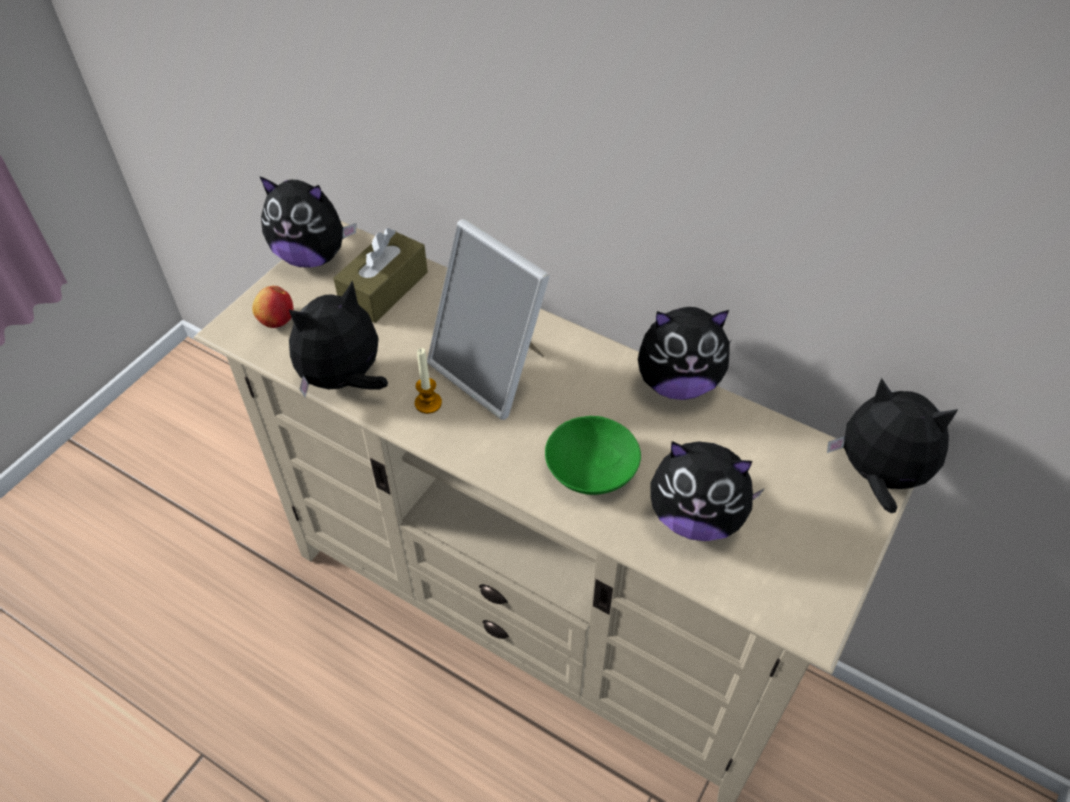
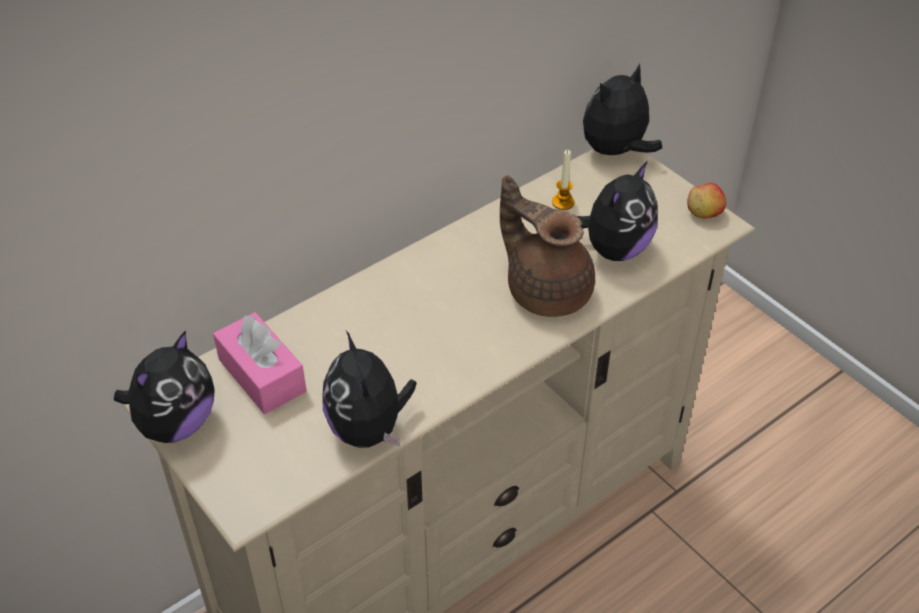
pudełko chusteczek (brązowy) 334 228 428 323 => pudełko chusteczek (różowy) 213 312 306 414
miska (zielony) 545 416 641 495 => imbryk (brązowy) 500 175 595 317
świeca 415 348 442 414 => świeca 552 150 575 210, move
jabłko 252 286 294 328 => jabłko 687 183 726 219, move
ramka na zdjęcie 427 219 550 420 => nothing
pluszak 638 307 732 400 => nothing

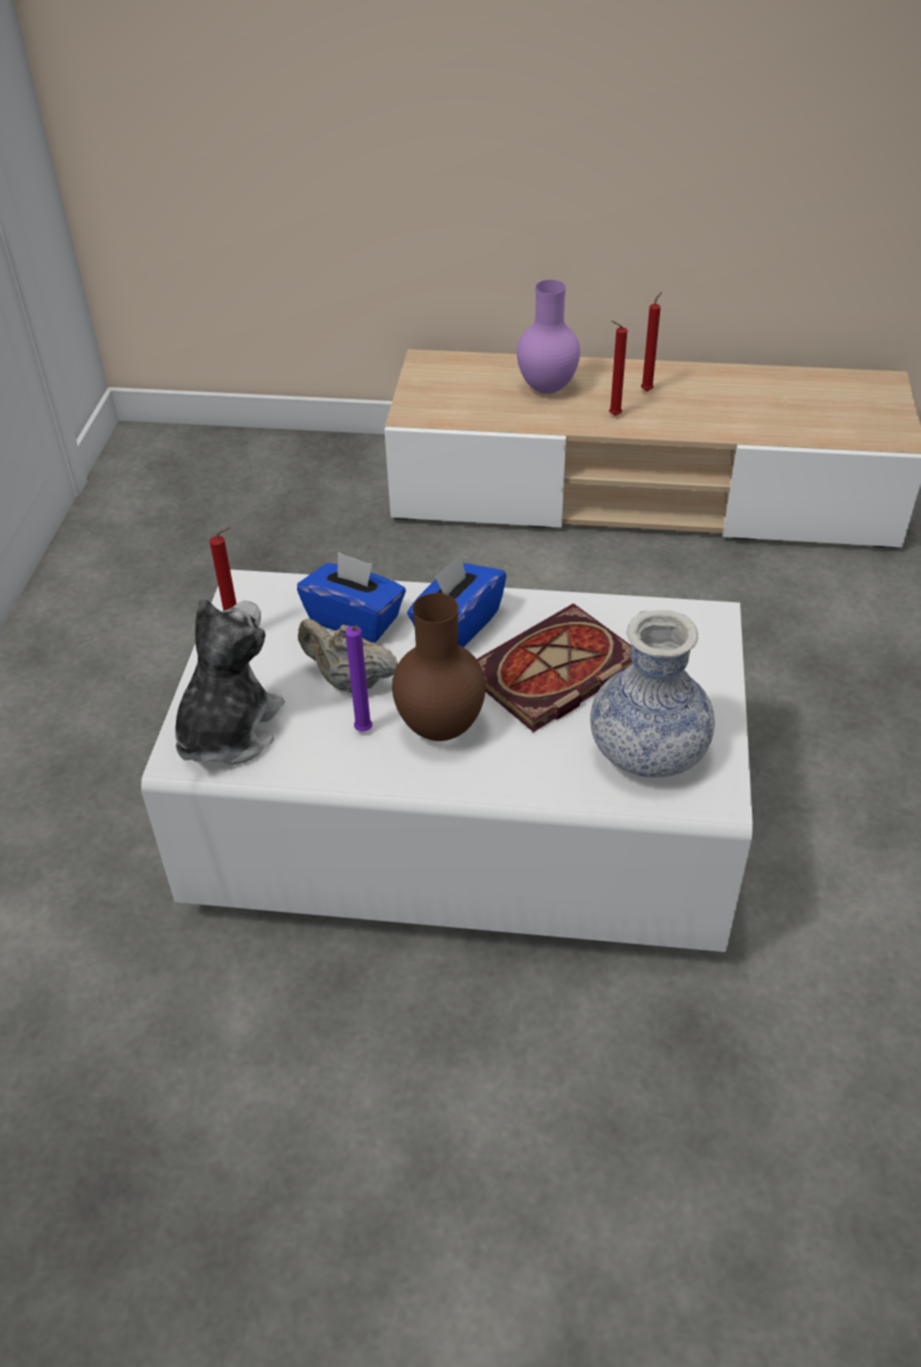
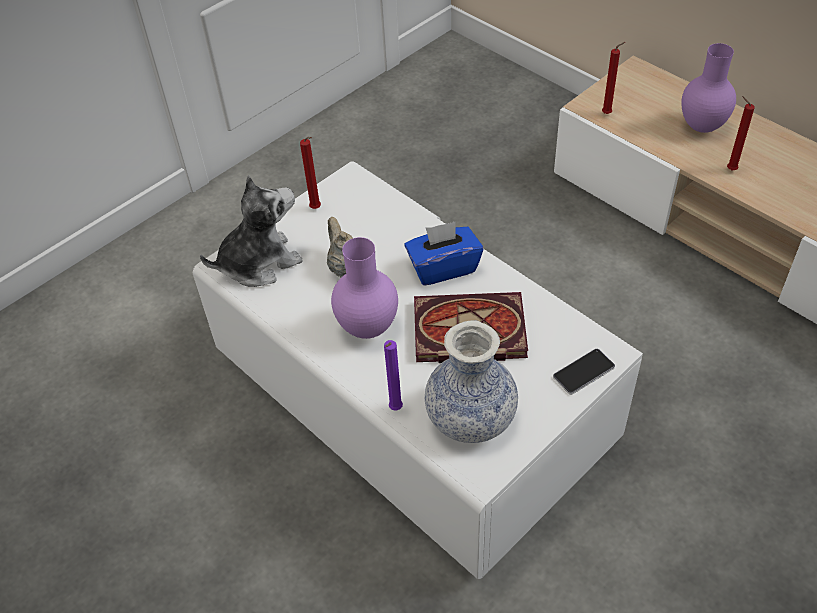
wazon (brązowy) 392 593 486 741 => wazon (fioletowy) 331 237 398 339
świeca (fioletowy) 345 626 372 732 => świeca (fioletowy) 384 340 403 411, move
nothing => telefon 553 349 615 394
świeca (czerwony) 641 292 662 391 => świeca (czerwony) 602 42 625 114, move
pudełko chusteczek (niebieski) 297 551 406 643 => nothing

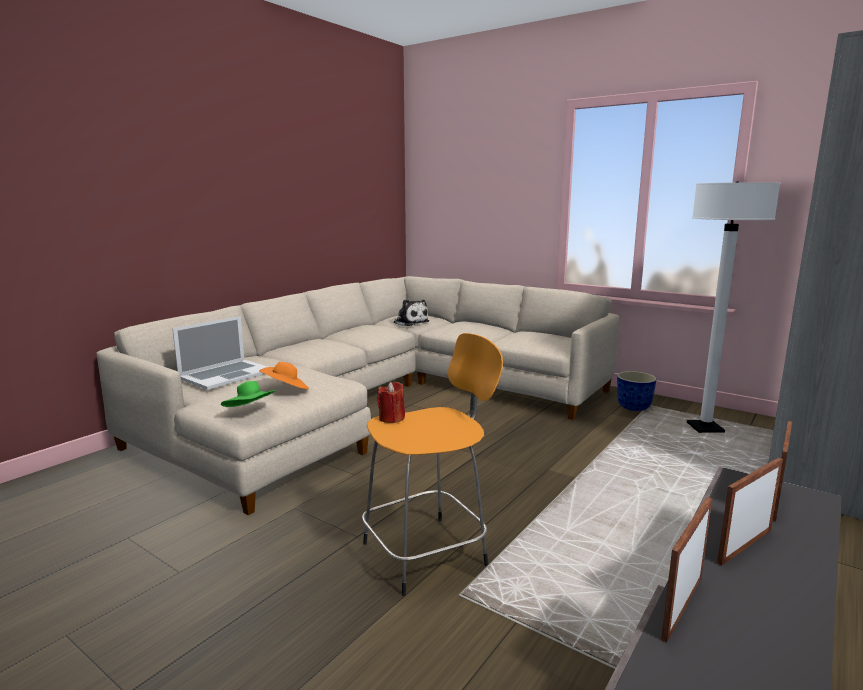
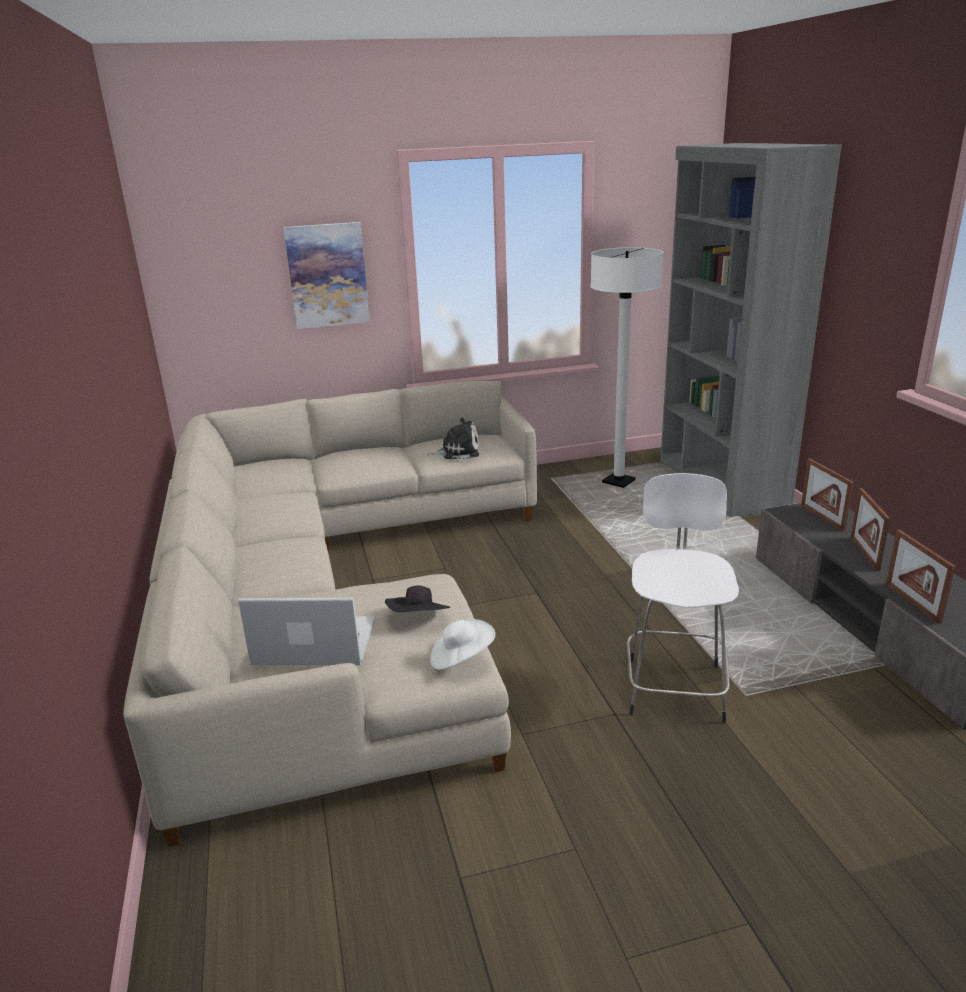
laptop 172 316 267 390 => laptop 238 598 375 665, 75 degrees counterclockwise
nothing => obraz 283 222 370 329
kapelusz (pomarańczowy) 259 362 309 389 => kapelusz (czarny) 385 585 450 612
pluszak 393 300 429 326 => pluszak 427 418 479 460, move
kapelusz (zielony) 221 381 276 407 => kapelusz (biały) 430 619 495 670
stołek (pomarańczowy) 362 333 503 596 => stołek (biały) 627 473 739 723
świeca (czerwony) 377 382 405 423 => nothing
donica 617 371 657 411 => nothing

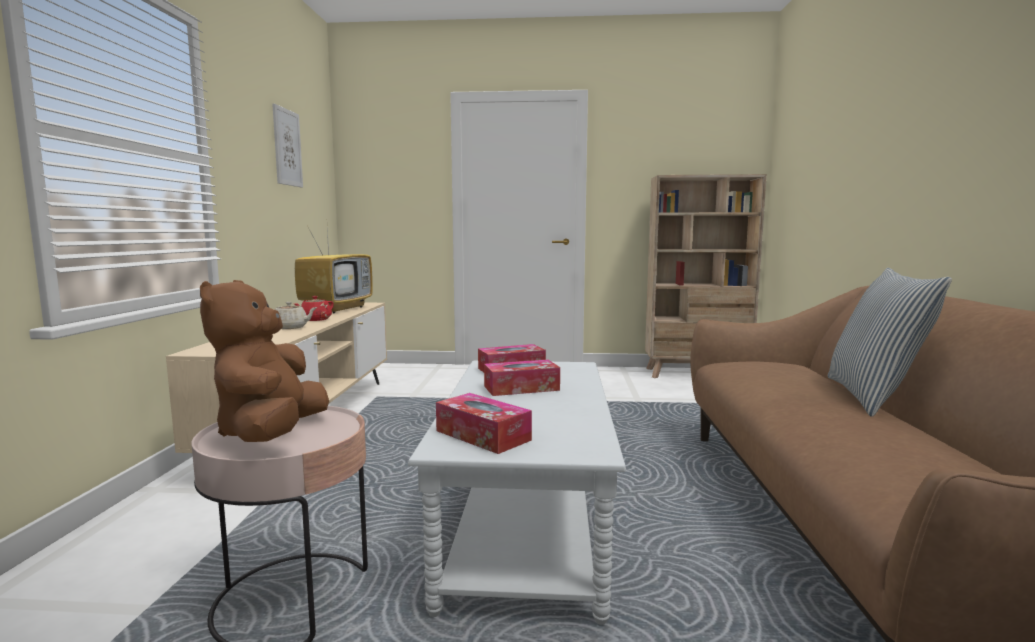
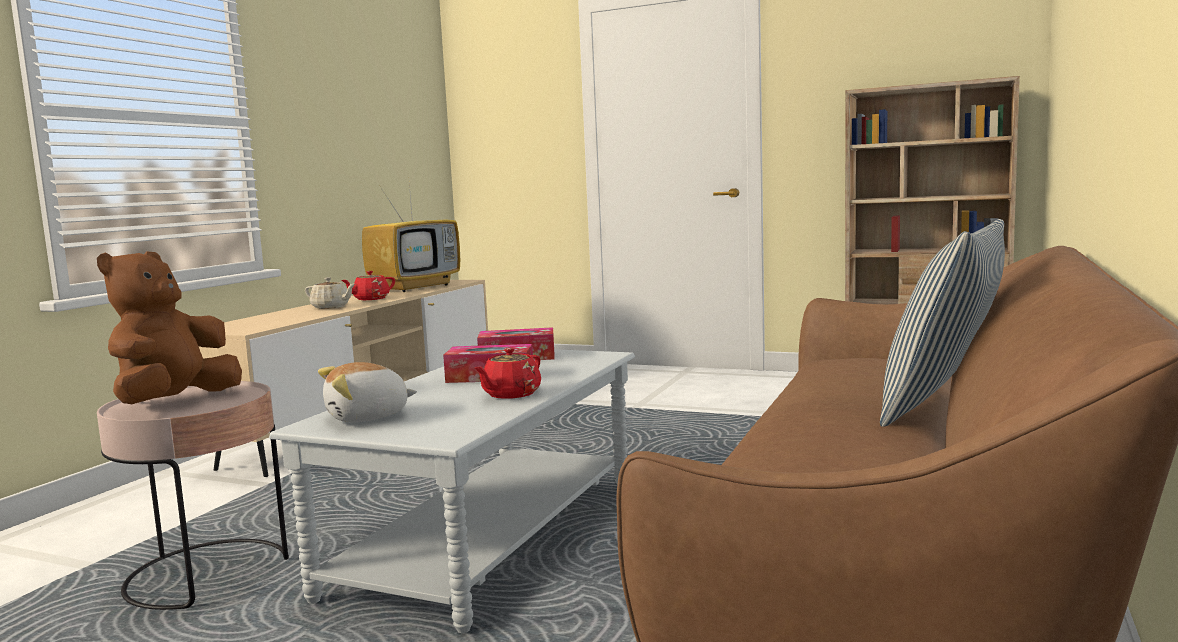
pudełko chusteczek 436 393 532 454 => pluszak 318 362 417 422
nothing => imbryk (czerwony) 474 348 541 399
obraz 272 104 303 187 => nothing

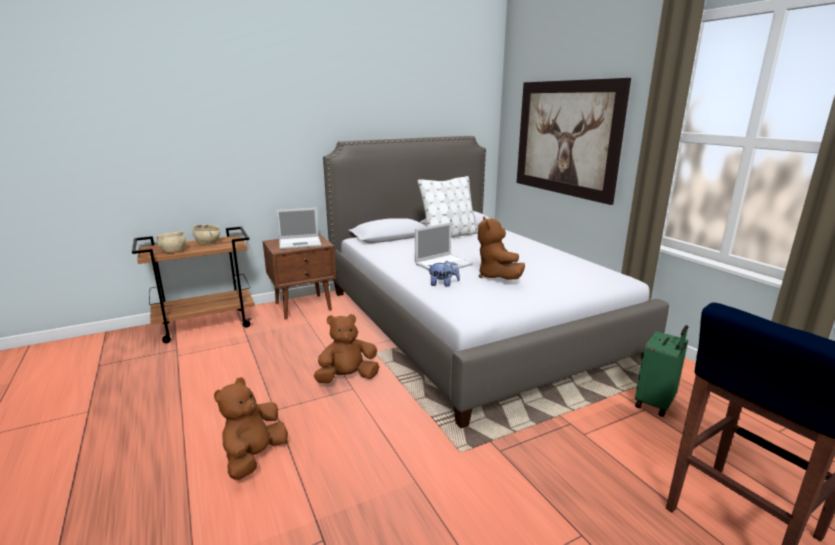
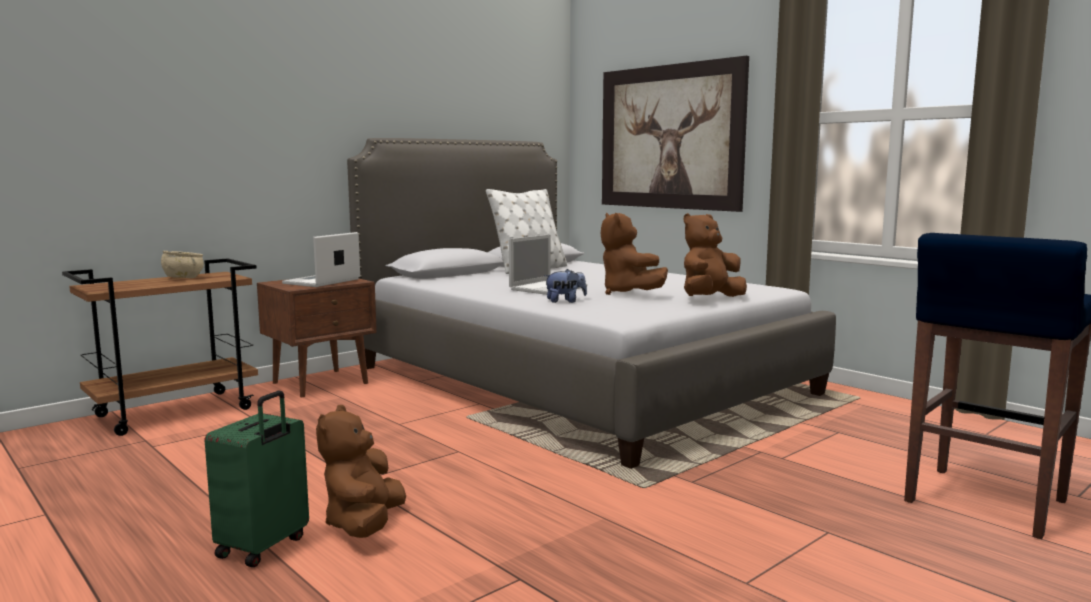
walizka (zielony) 635 325 688 417 => walizka (zielony) 204 391 309 567, move
laptop 276 208 321 249 => laptop 282 232 360 287, 150 degrees clockwise
pluszak (brązowy) 313 314 379 383 => pluszak (brązowy) 684 213 747 297, move
miska (beżowy) 156 231 186 252 => nothing

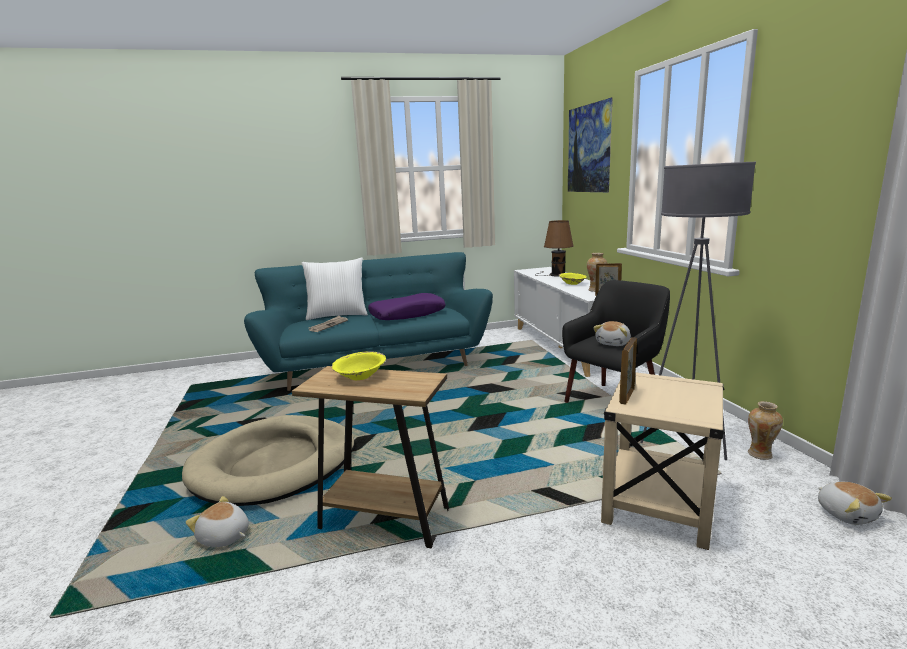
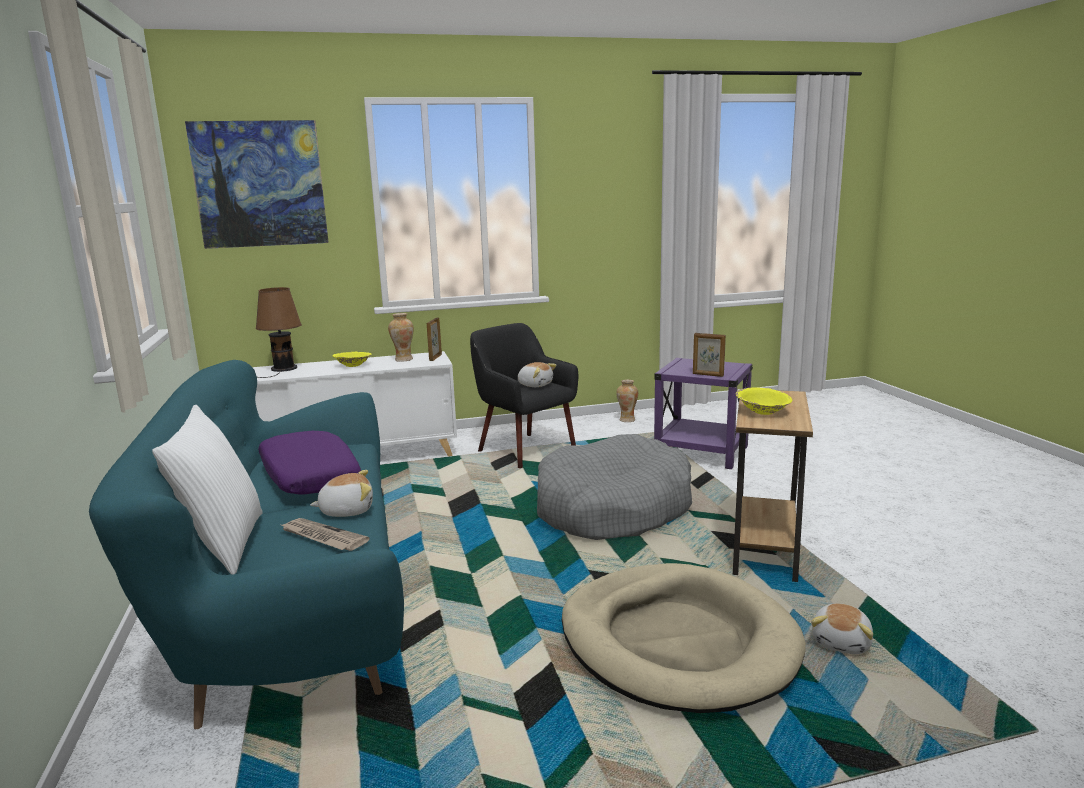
pluszak 818 482 892 525 => pluszak 310 470 373 517, move
nothing => legowisko (szary) 537 434 692 540
stolik (beżowy) 601 372 725 550 => stolik (fioletowy) 654 358 753 469
lampa stojąca (szary) 640 162 756 460 => nothing

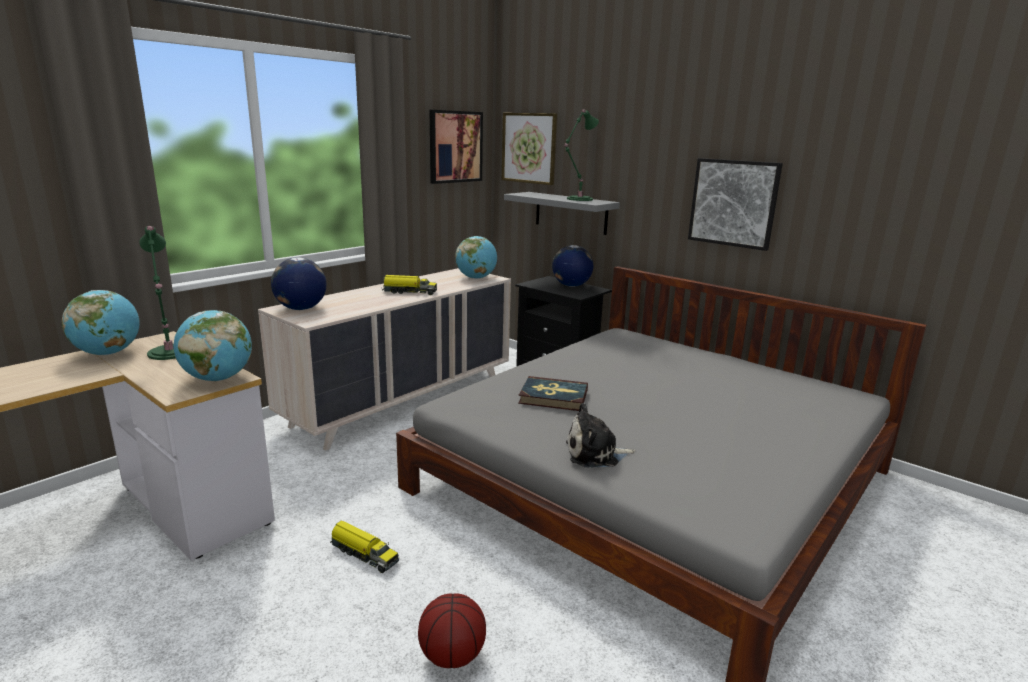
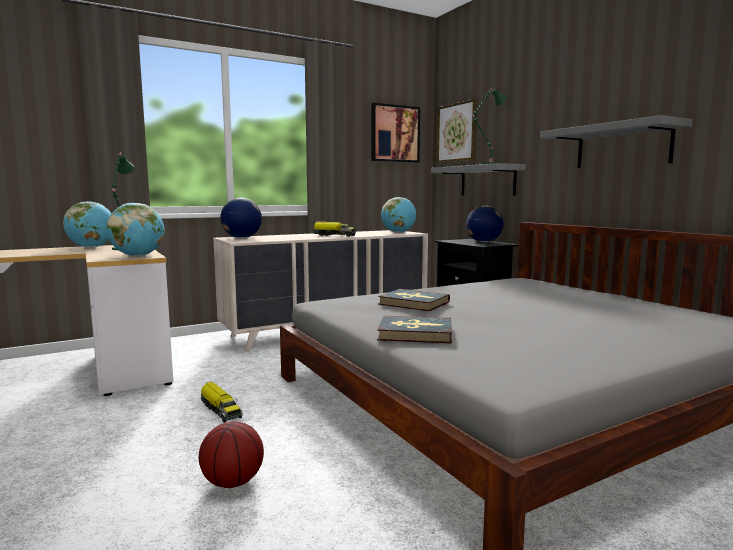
pluszak 566 403 636 468 => książka 377 316 452 343
obraz 688 158 783 251 => półka (szary) 540 115 692 168

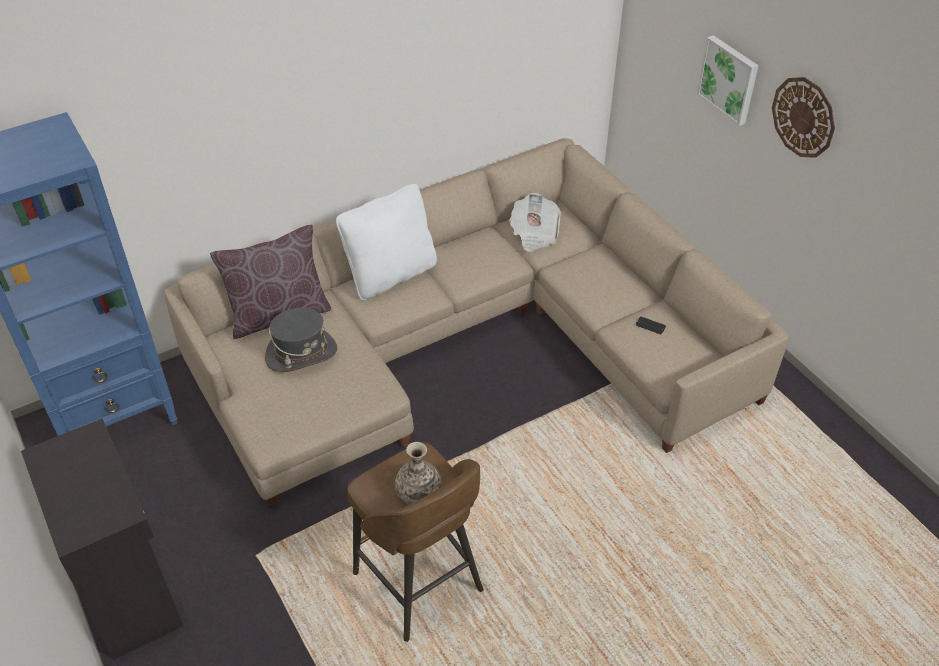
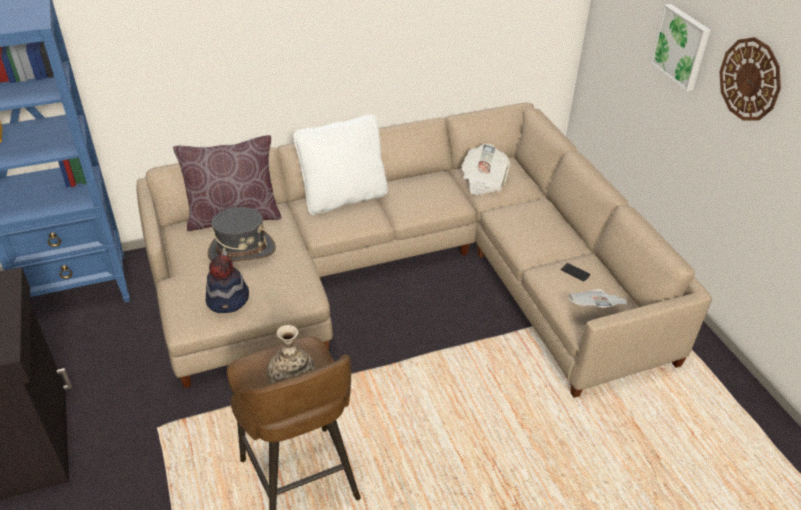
nothing => kapelusz 206 254 249 313
nothing => gazeta 568 289 627 308

